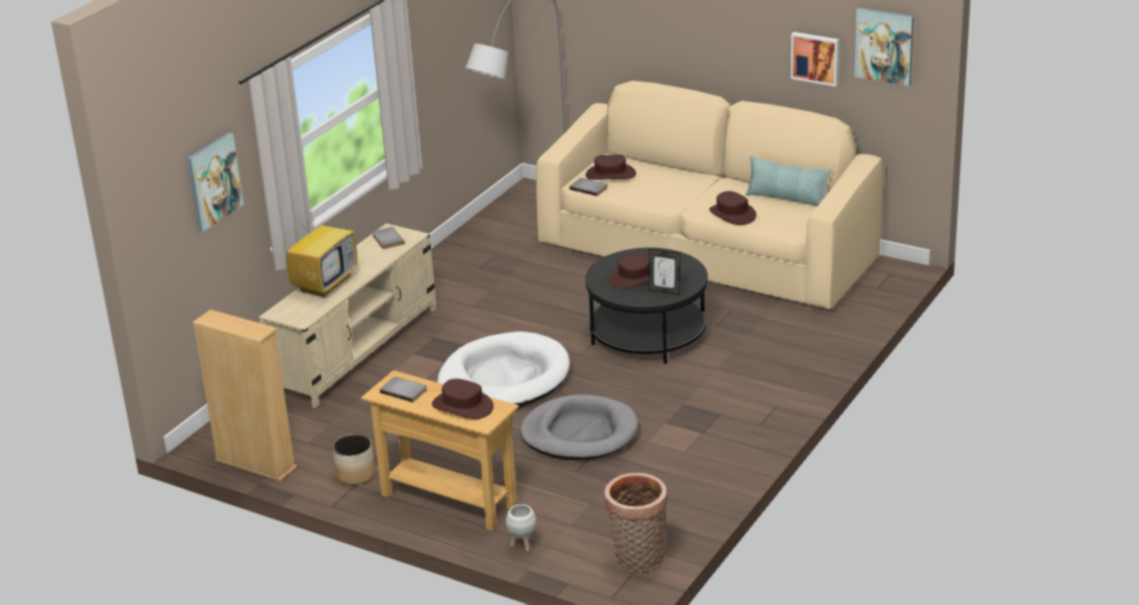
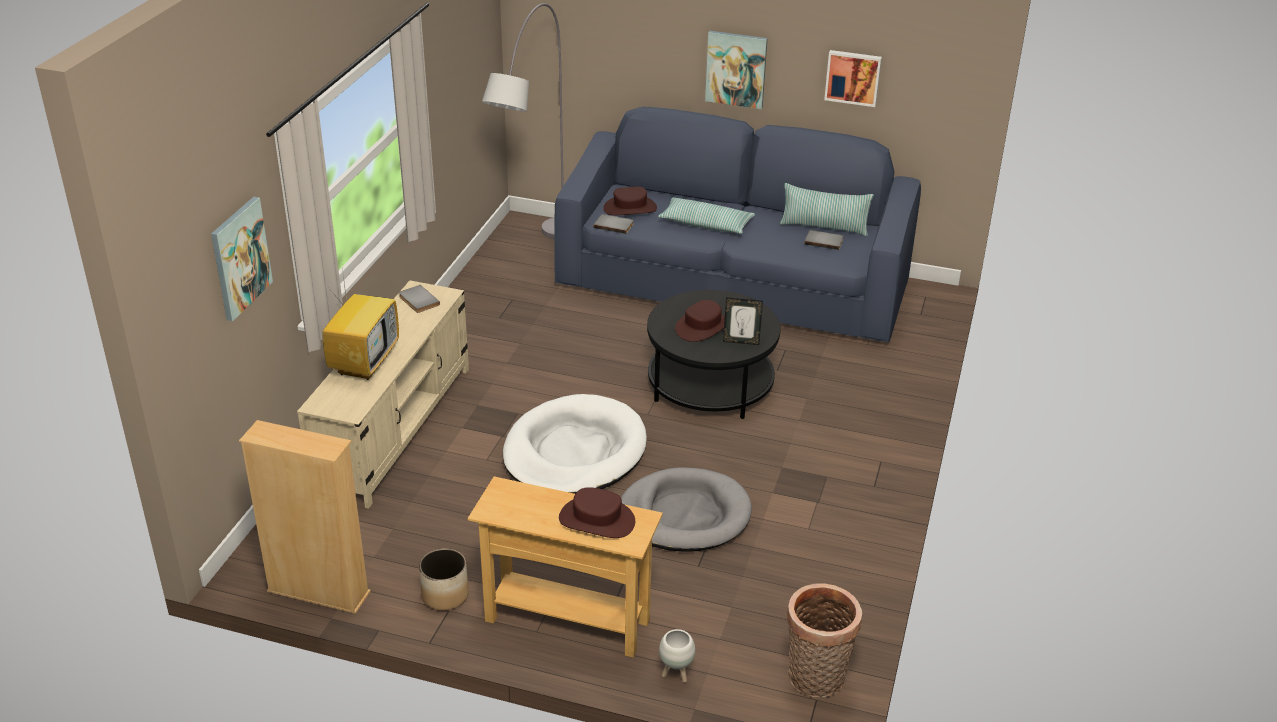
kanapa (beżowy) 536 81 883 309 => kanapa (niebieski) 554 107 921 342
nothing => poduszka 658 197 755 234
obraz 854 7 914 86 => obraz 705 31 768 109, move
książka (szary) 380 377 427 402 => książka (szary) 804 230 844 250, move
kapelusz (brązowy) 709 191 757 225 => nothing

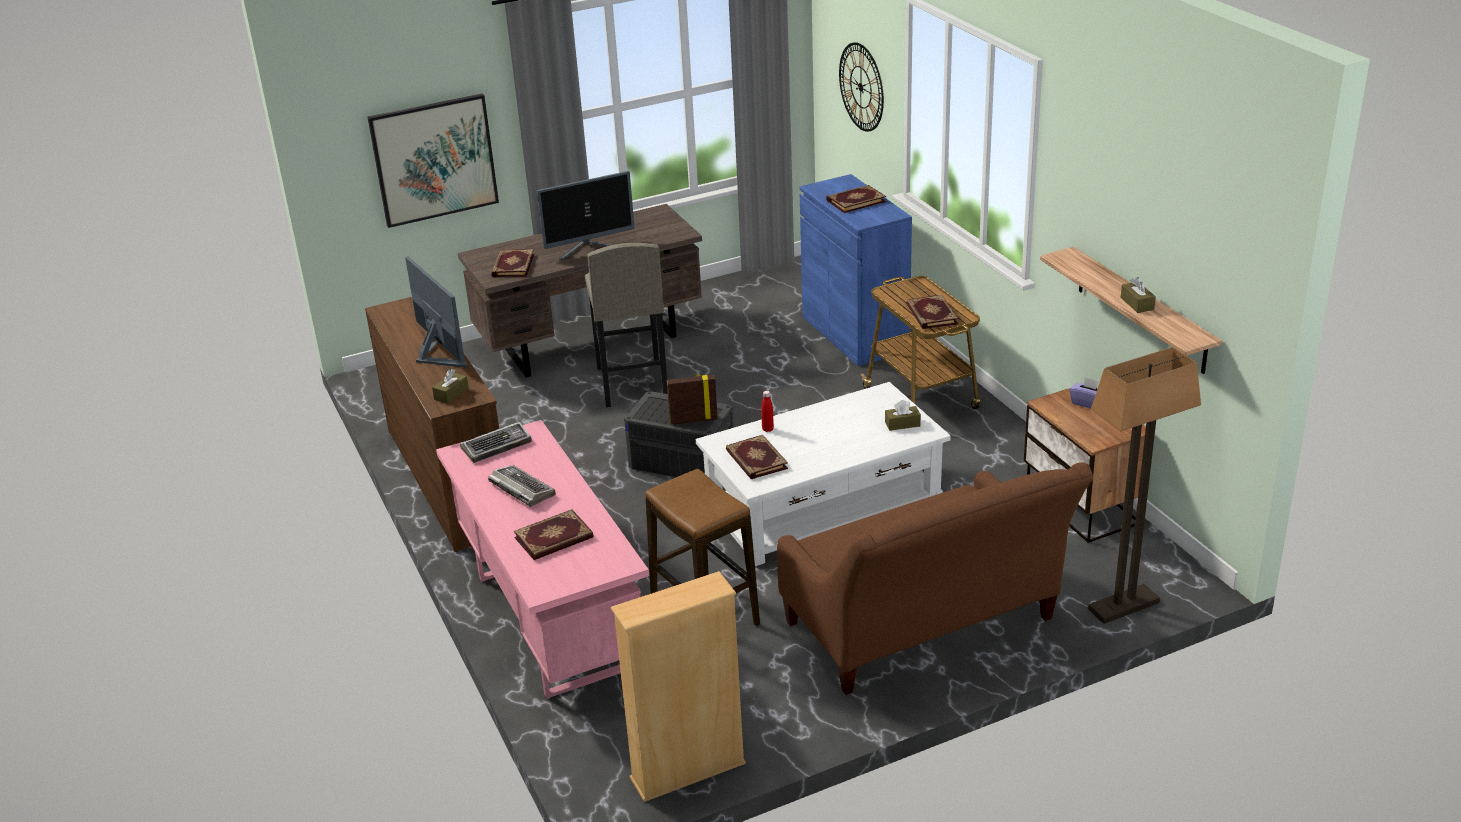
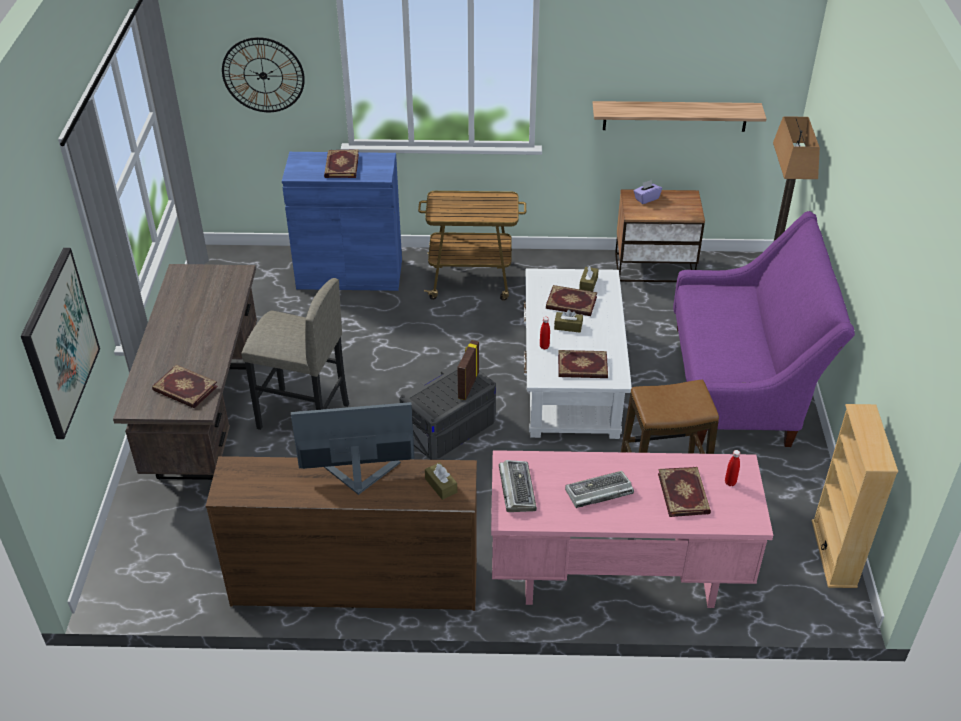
książka 906 294 959 329 => książka 546 285 597 316, move
pudełko chusteczek (brązowy) 1121 277 1156 313 => pudełko chusteczek (brązowy) 554 310 583 333, move
kanapa (brązowy) 777 462 1093 695 => kanapa (fioletowy) 673 211 855 447
nothing => butelka (czerwony) 725 450 740 486
monitor 537 171 635 261 => nothing

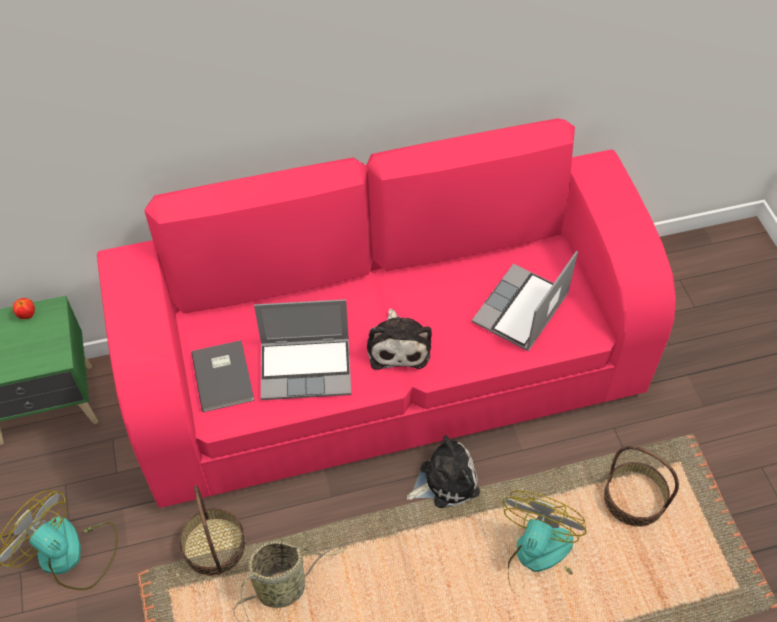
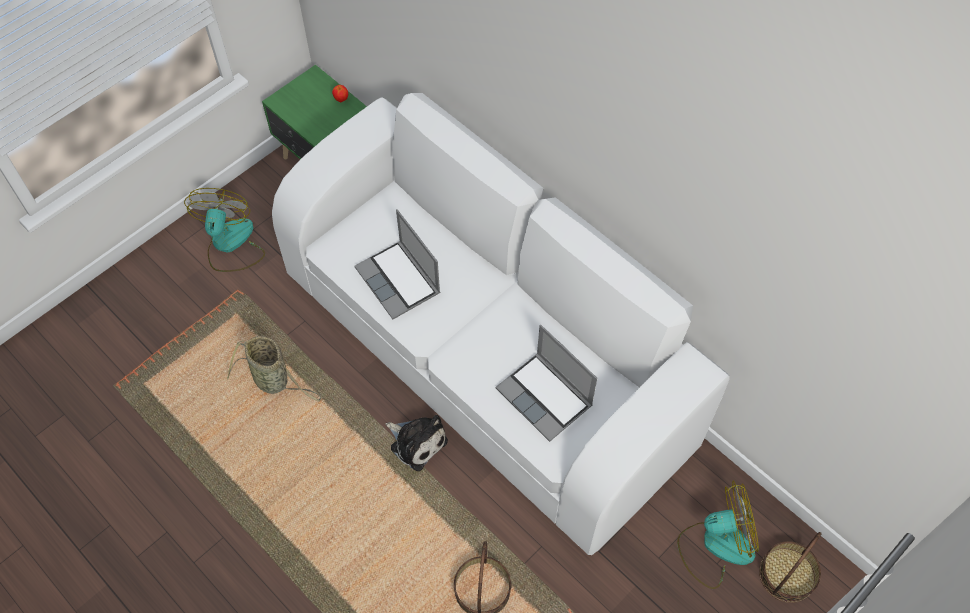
kanapa (różowy) 97 118 676 508 => kanapa (biały) 272 93 730 555
laptop 472 251 578 351 => laptop 496 325 597 442, 135 degrees counterclockwise
wentylator 503 490 587 595 => wentylator 677 481 759 589, move
koszyk 179 486 246 576 => koszyk 759 532 822 603, move
książka (szary) 191 340 254 412 => nothing
pluszak 367 309 432 370 => nothing

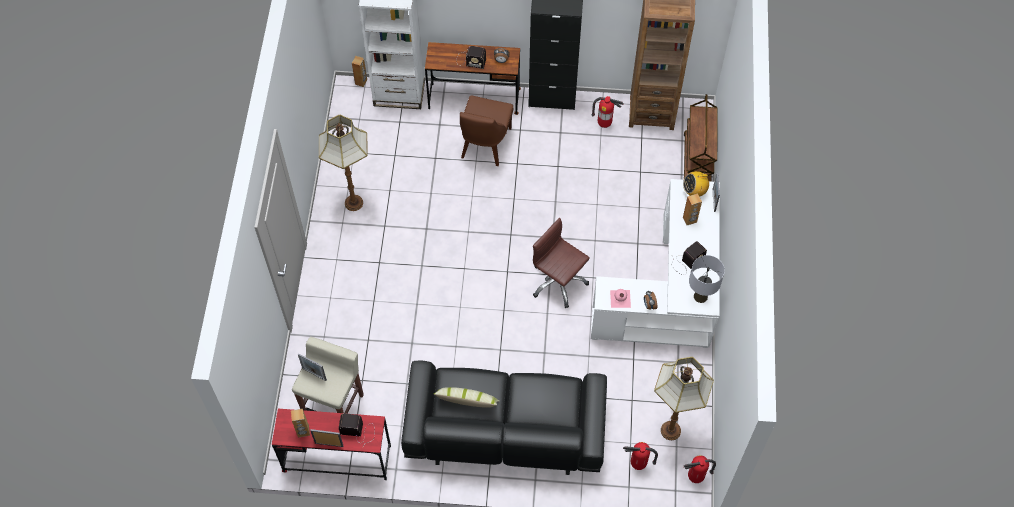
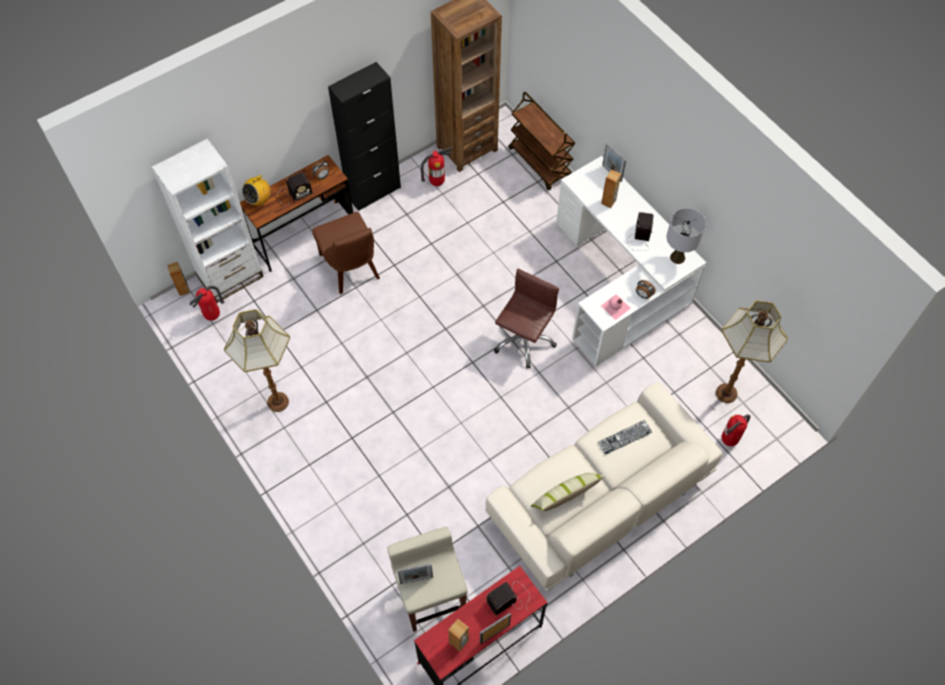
gaśnica 684 455 716 483 => gaśnica 189 286 224 321, move
radio 683 170 709 197 => radio 242 171 271 206, move
kanapa (czarny) 401 361 607 475 => kanapa (beżowy) 485 382 722 592
krzesło biurowe (brązowy) 533 218 590 308 => krzesło biurowe (brązowy) 494 269 559 368, 120 degrees clockwise
nothing => klawiatura 598 420 652 455

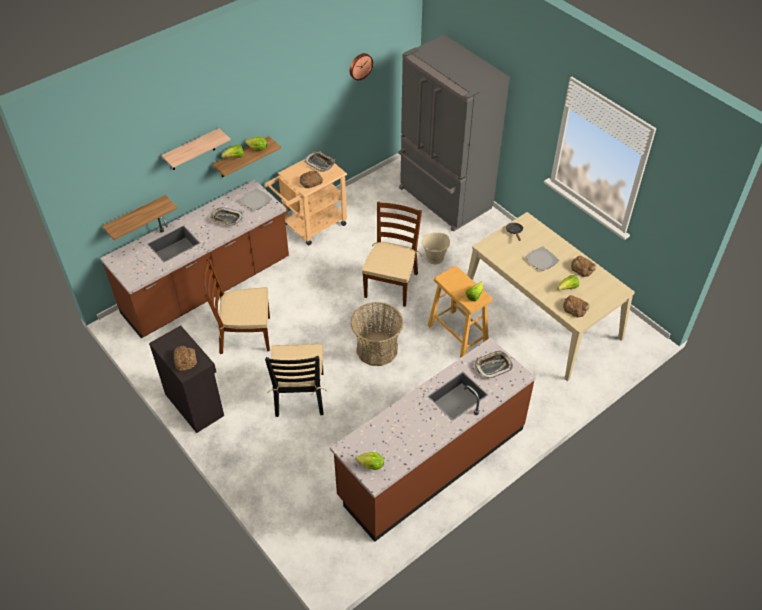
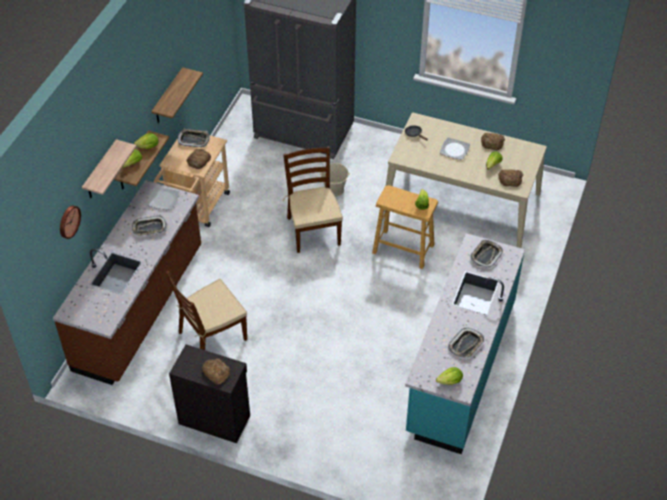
zegar ścienny 350 53 373 81 => zegar ścienny 60 205 81 239, move
półka 102 195 177 240 => półka 151 67 203 123, move
zabudowa kuchenna (brązowy) 330 338 536 542 => zabudowa kuchenna (turkusowy) 405 233 525 454
nothing => taca 448 328 484 358
krzesło (czarny) 265 344 327 417 => nothing
koszyk 351 302 404 366 => nothing

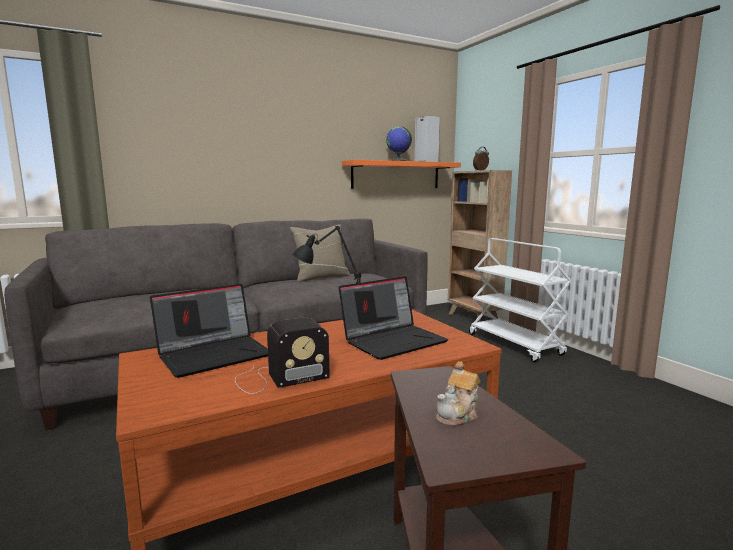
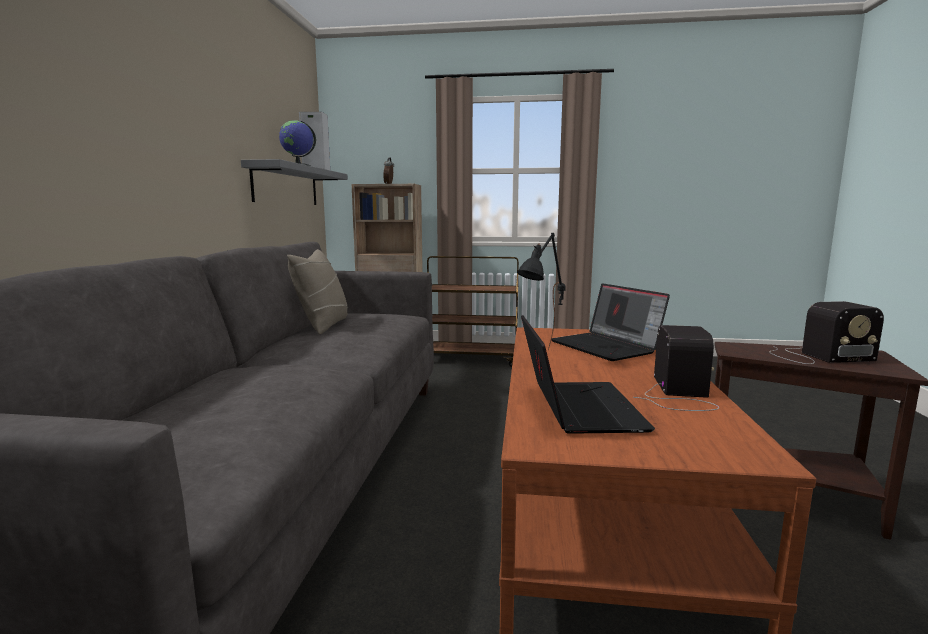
półka (pomarańczowy) 342 160 461 189 => półka (szary) 241 159 348 205
wózek (biały) 469 238 572 362 => wózek (brązowy) 427 256 519 367
laptop 339 276 448 360 => laptop 552 283 670 361, 150 degrees clockwise
imbryk 436 361 480 427 => radio 769 301 884 364

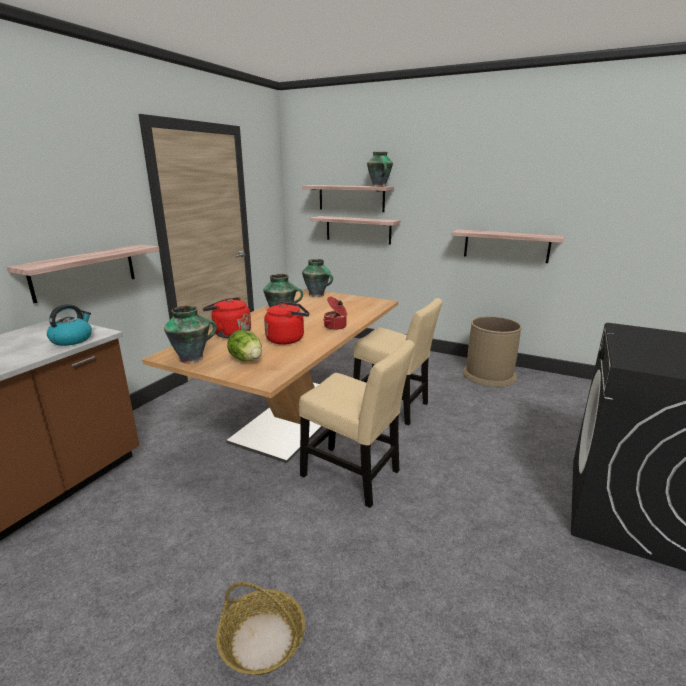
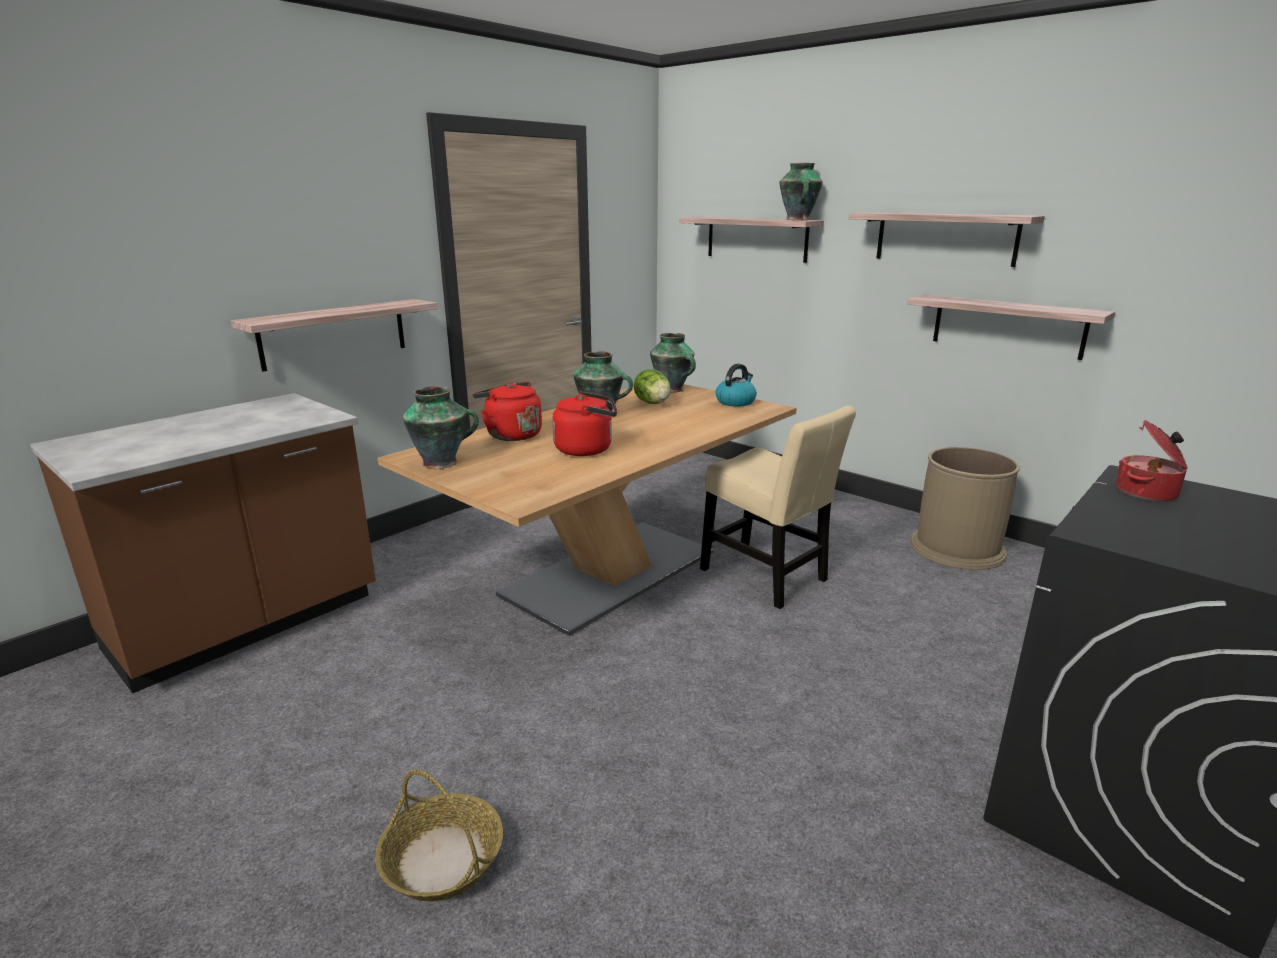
sałata 227 330 262 362 => sałata 634 370 671 404, move
czajnik 47 304 92 346 => czajnik 716 364 757 407, move
półka 310 216 400 245 => półka 849 212 1045 267, move
garnek 323 297 348 330 => garnek 1116 420 1188 502, move
krzesło (beżowy) 299 340 415 508 => nothing

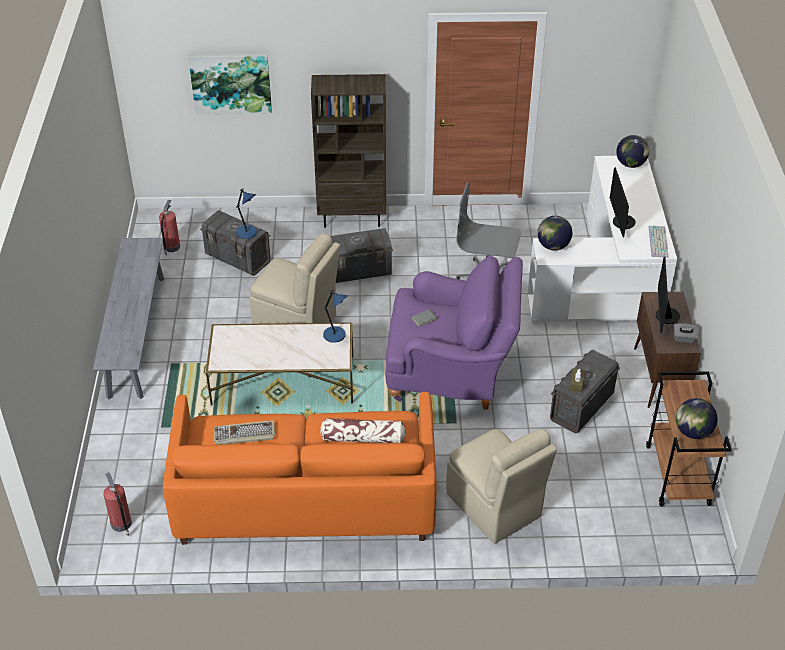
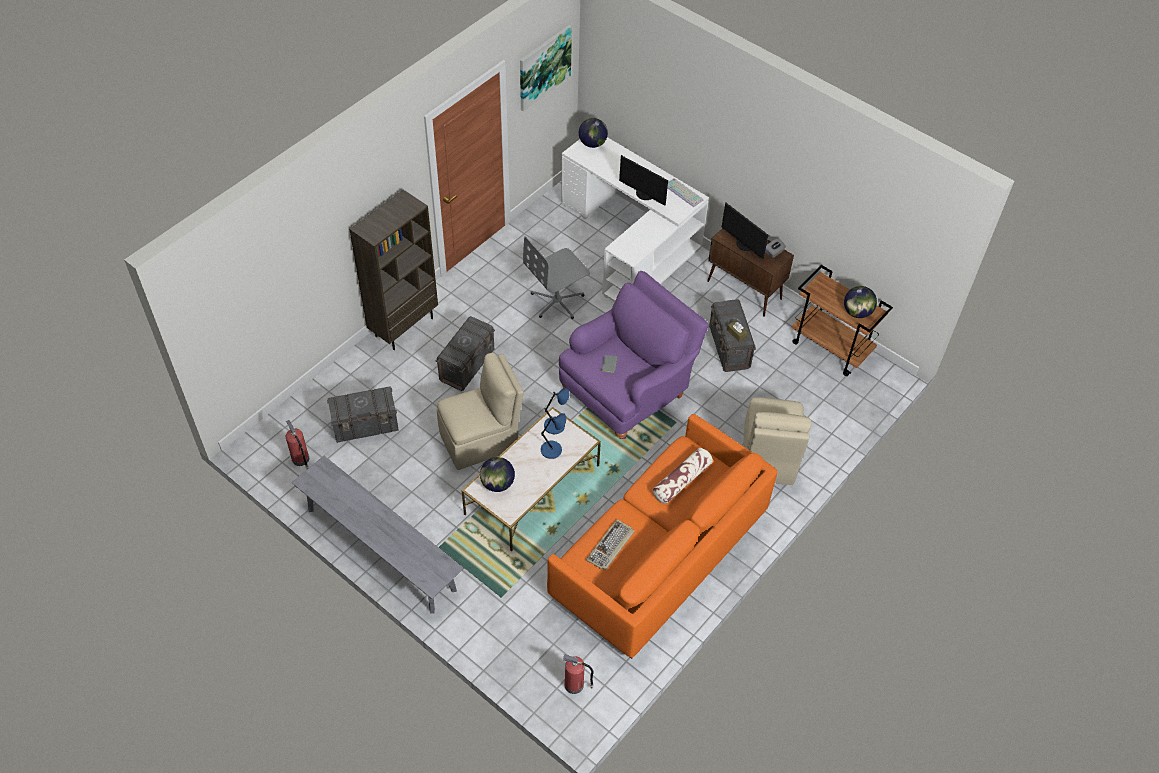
globus 537 216 572 251 => globus 480 457 515 492, move
obraz 188 54 272 114 => obraz 520 25 572 111, move
lampa stołowa (niebieski) 236 188 257 239 => lampa stołowa (niebieski) 541 413 566 459, move
krzesło (beżowy) 446 429 557 544 => krzesło (beżowy) 743 397 811 485, 90 degrees clockwise

